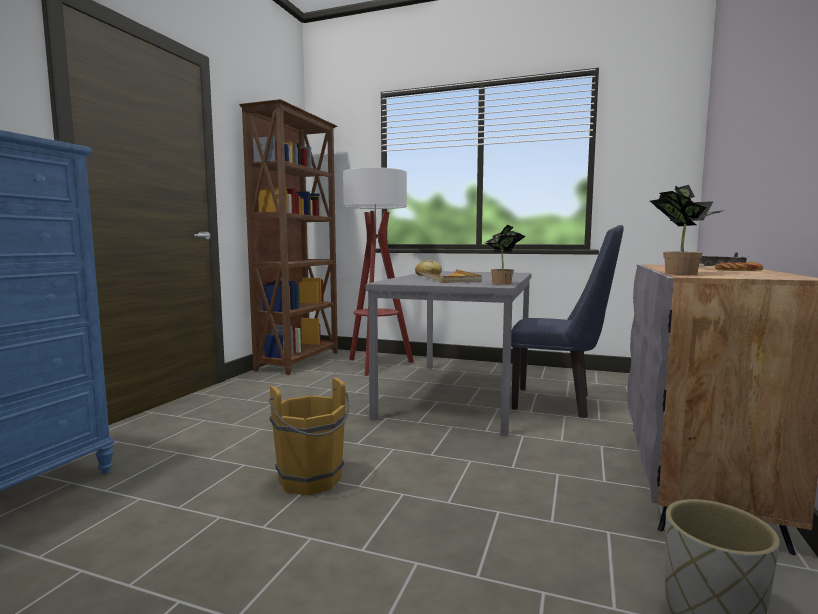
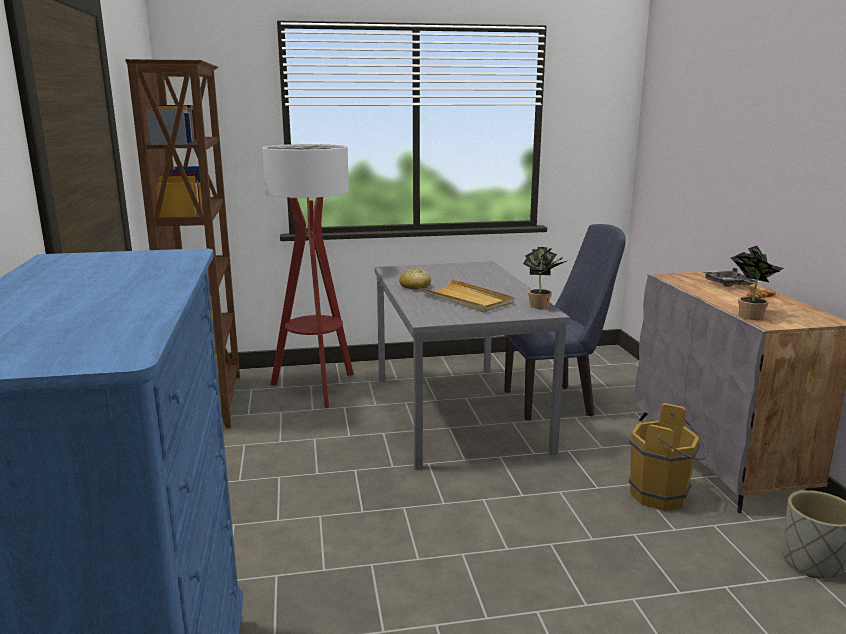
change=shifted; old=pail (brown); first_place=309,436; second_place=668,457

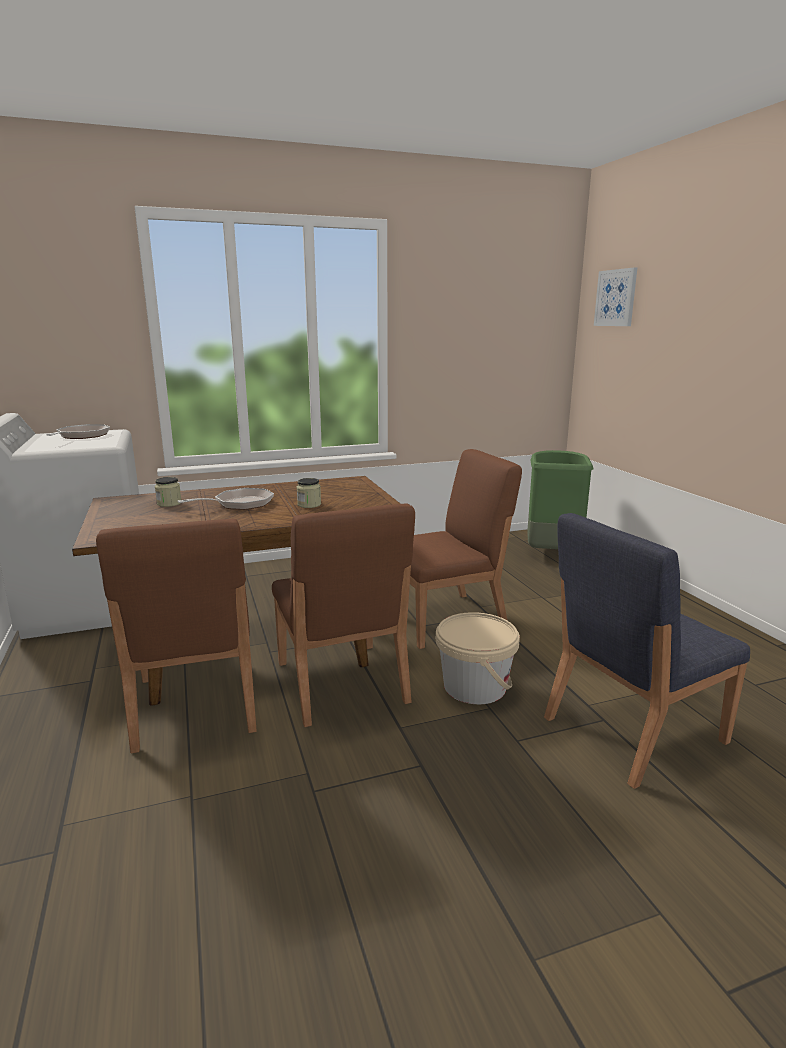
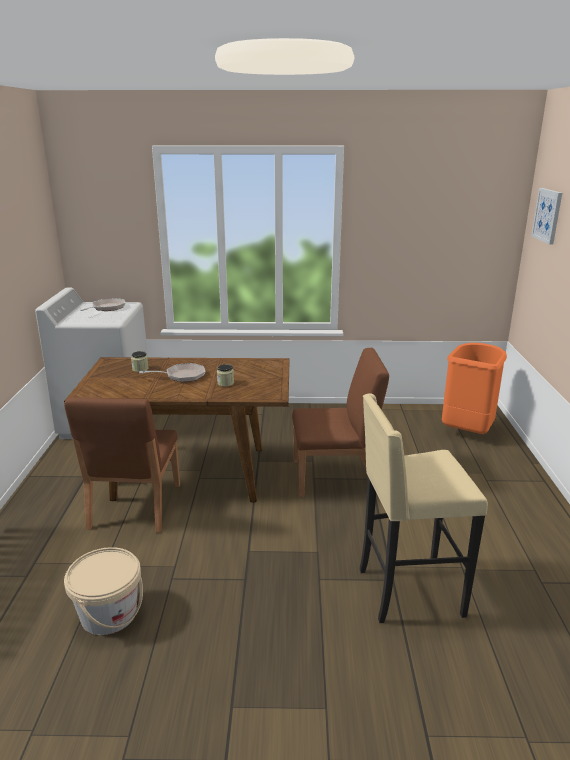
change=shifted; old=pail (beige); first_place=478,658; second_place=103,591
change=swapped; old=upright chair (blue); new=stool seat (beige); first_place=647,651; second_place=424,508
change=repainted; old=waste bin (green-coloured); new=waste bin (orange-coloured); first_place=560,499; second_place=474,388
change=gone; old=upright chair (brown); first_place=343,615

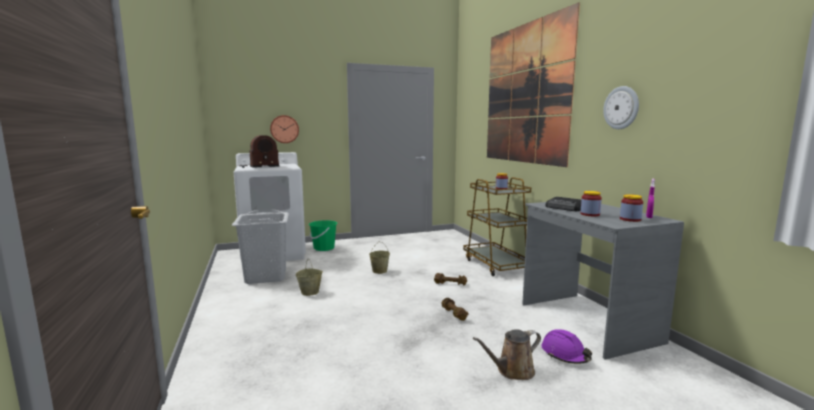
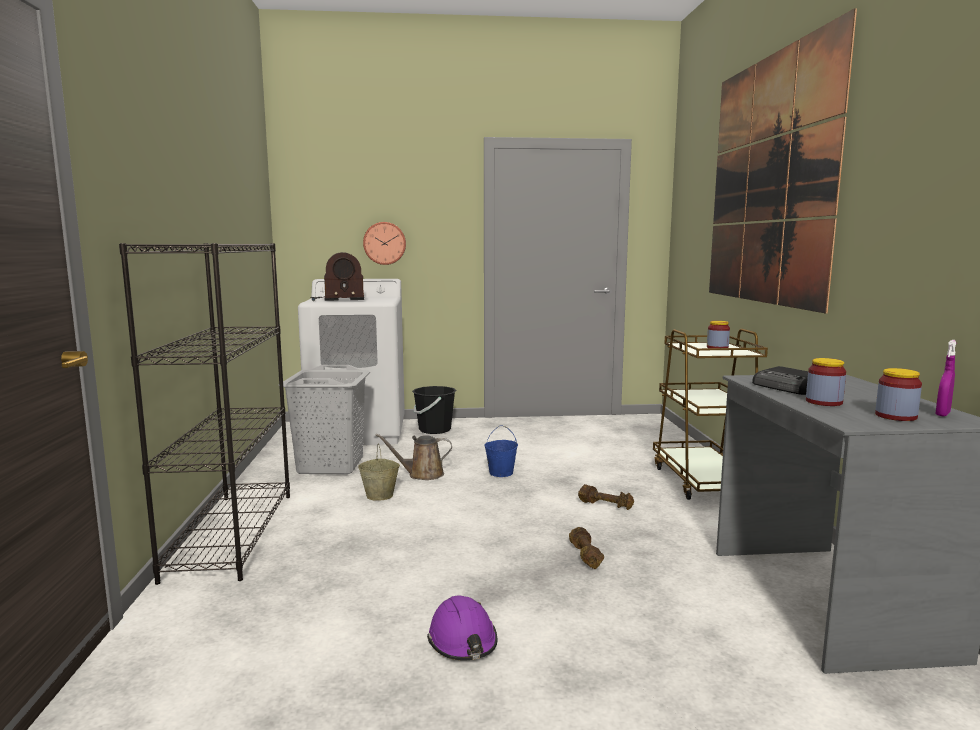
change=new; new=bookshelf (black); second_place=204,414
change=shifted; old=watering can (brown); first_place=507,354; second_place=413,457
change=repainted; old=pail (green-coloured); new=pail (black); first_place=323,235; second_place=434,410
change=shifted; old=hard hat (purplish); first_place=566,346; second_place=462,627
change=repainted; old=pail (beige); new=pail (blue); first_place=379,258; second_place=501,451
change=gone; old=wall clock; first_place=621,107

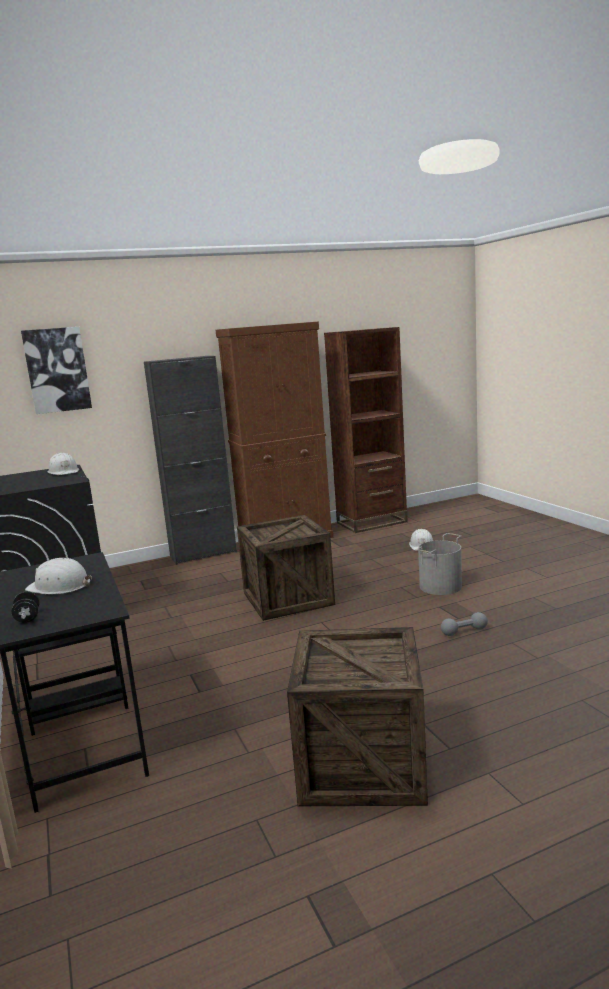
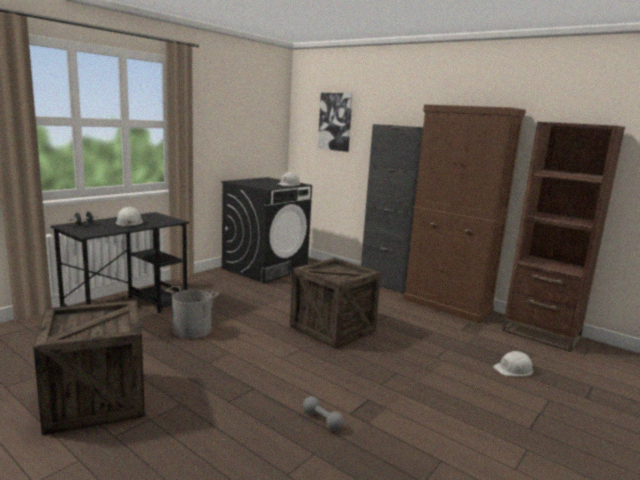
change=shifted; old=pail (gray); first_place=439,564; second_place=192,312

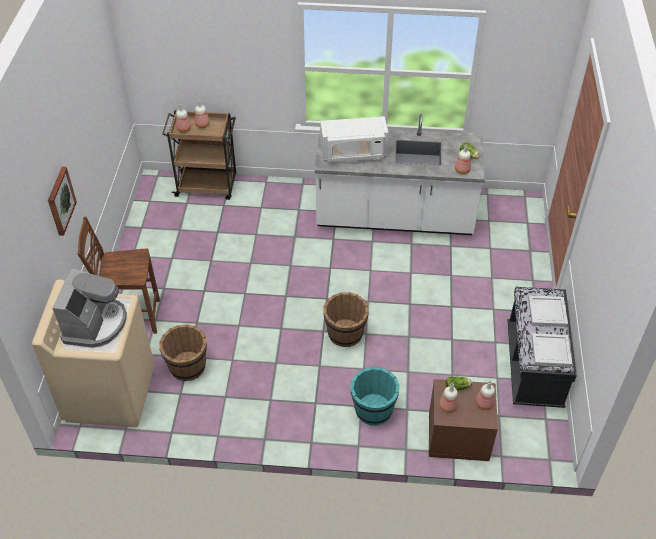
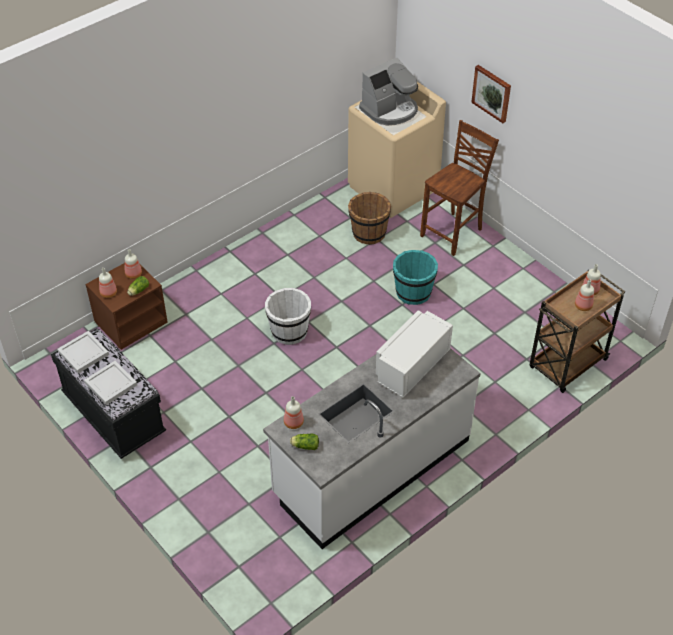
change=repainted; old=pail (brown); new=pail (white); first_place=346,319; second_place=288,316
change=rotated; old=coffee maker; first_place=90,308; second_place=388,91; degrees=-90
change=shifted; old=pail (turquoise-coloured); first_place=374,396; second_place=415,277

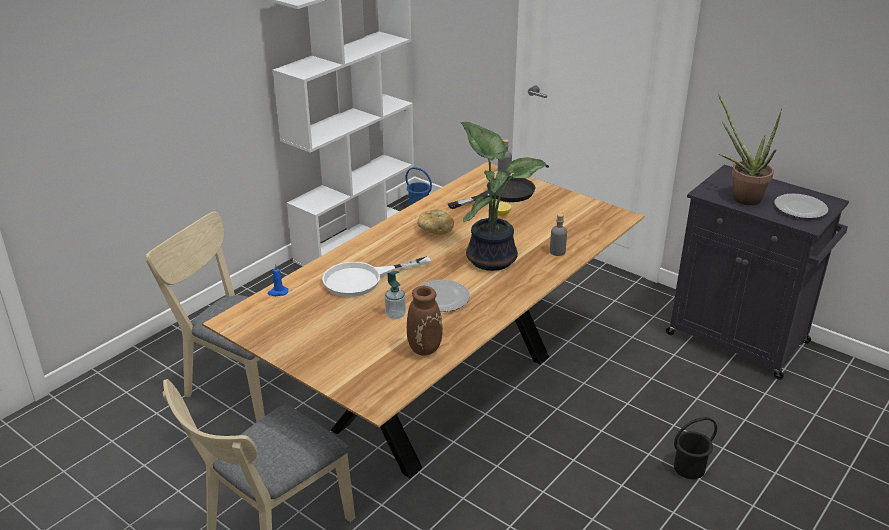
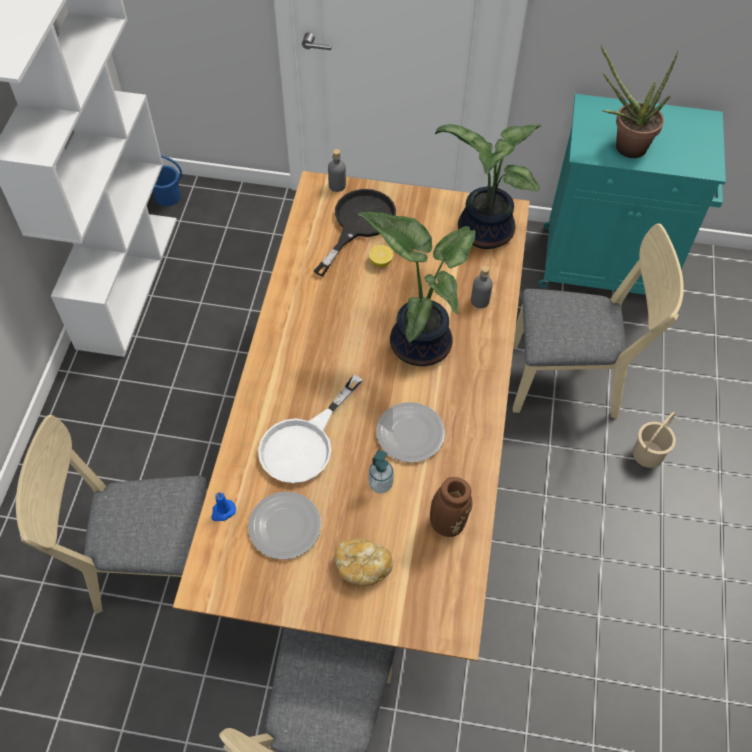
change=shifted; old=dinner plate; first_place=801,206; second_place=284,525
change=shifted; old=bakery bread; first_place=435,222; second_place=364,562
change=new; new=plant in a pot; second_place=488,186
change=new; new=upright chair (beige); second_place=598,321
change=repainted; old=cabinet (black); new=cabinet (turquoise-coloured); first_place=757,272; second_place=632,194
change=repainted; old=pail (black); new=pail (beige); first_place=695,448; second_place=654,440

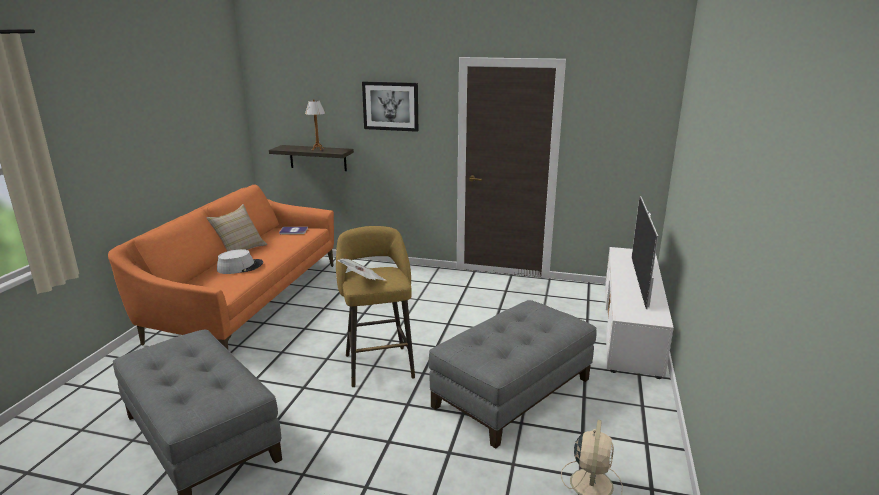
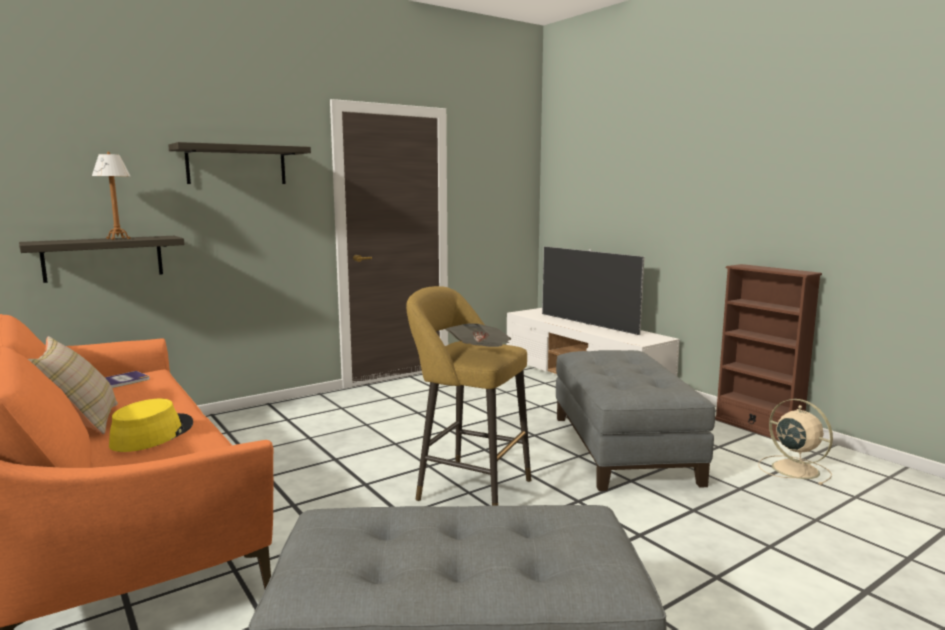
change=repainted; old=hat (gray); new=hat (yellow); first_place=240,261; second_place=151,425
change=swapped; old=wall art; new=shelf; first_place=390,107; second_place=239,163
change=new; new=bookshelf (brown); second_place=768,352

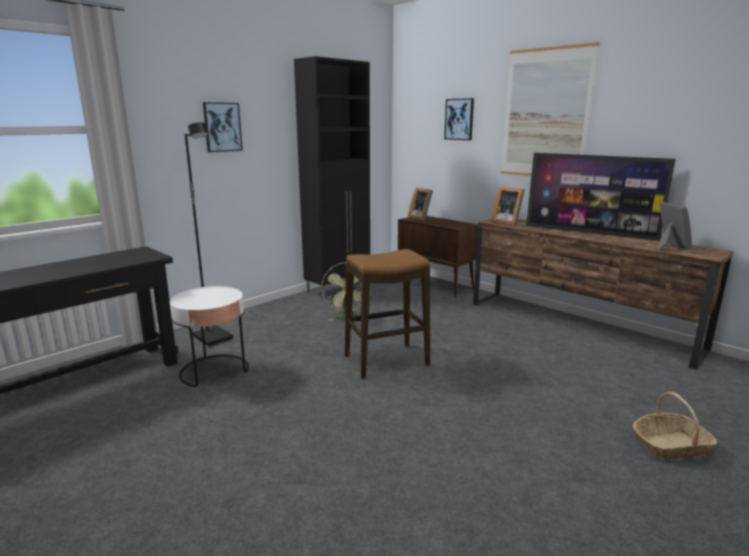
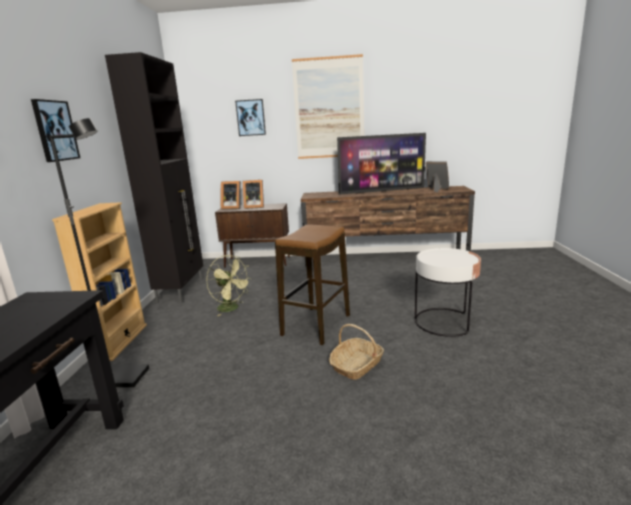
change=new; new=bookshelf (beige); second_place=99,281
change=shifted; old=photo frame; first_place=507,206; second_place=253,194
change=shifted; old=storage basket; first_place=675,425; second_place=356,352
change=shifted; old=end table (white); first_place=209,336; second_place=448,292

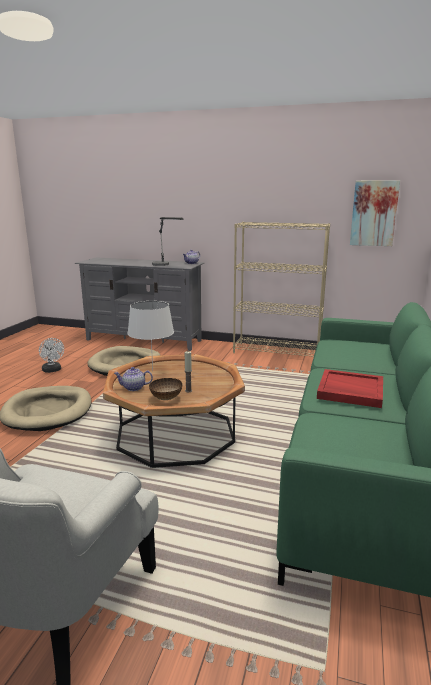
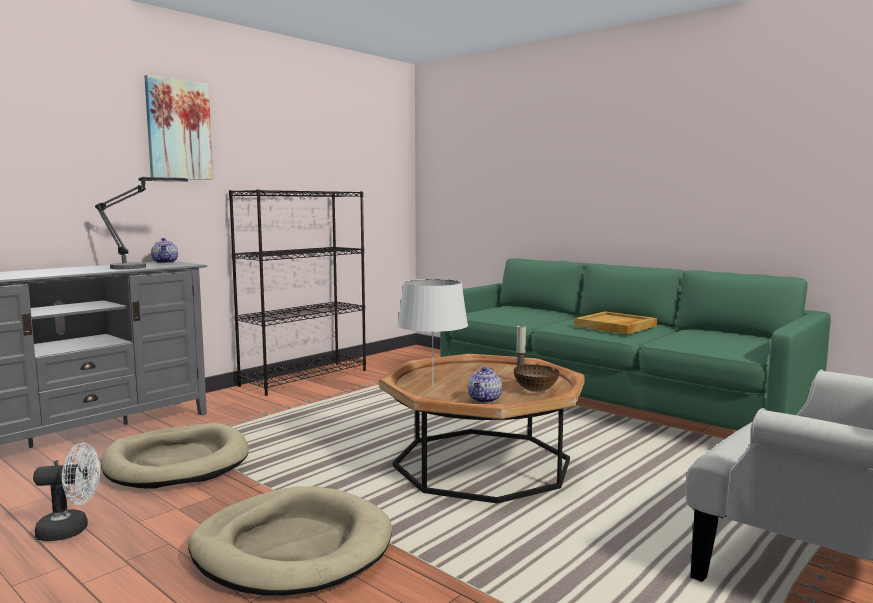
change=shifted; old=wall art; first_place=375,213; second_place=178,127
change=repainted; old=bookshelf (beige); new=bookshelf (black); first_place=281,289; second_place=297,292
change=repainted; old=serving tray (red-coloured); new=serving tray (beige); first_place=350,388; second_place=615,322

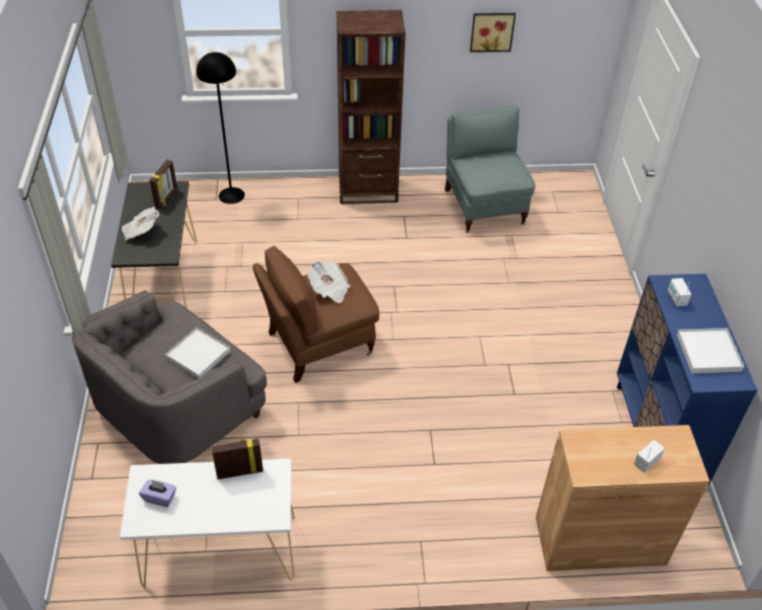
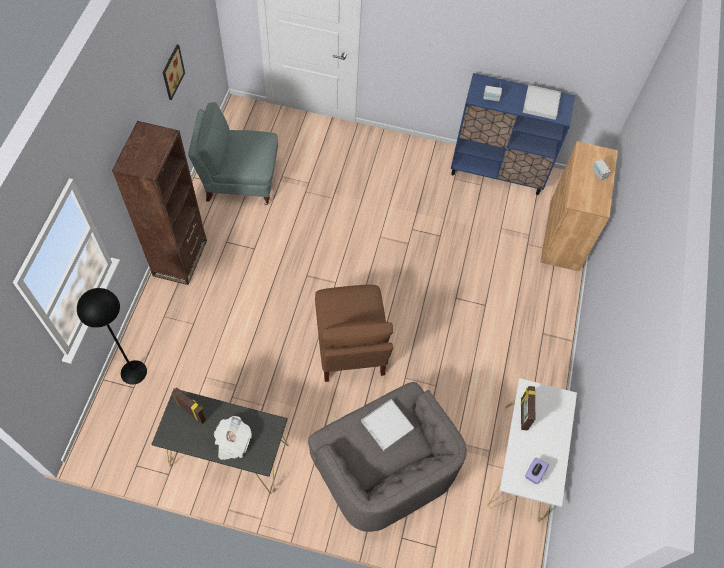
change=gone; old=newspaper; first_place=329,281

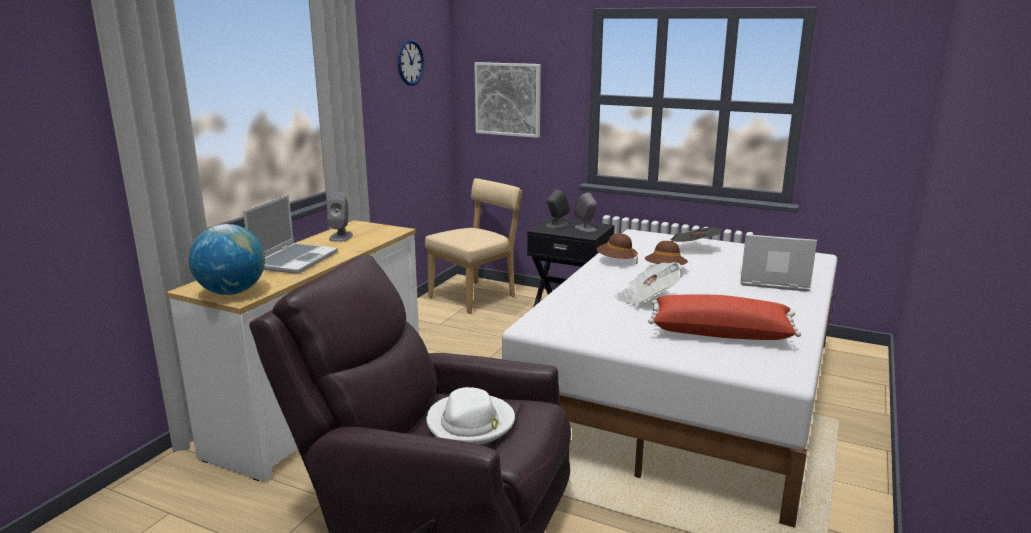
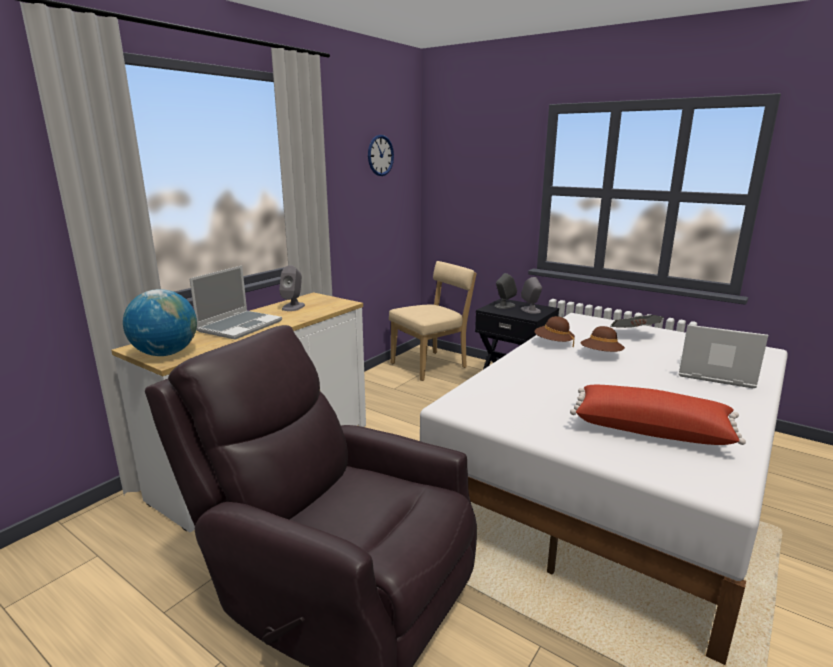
change=gone; old=hat (white); first_place=470,415
change=gone; old=wall art; first_place=507,100
change=gone; old=newspaper; first_place=648,284

